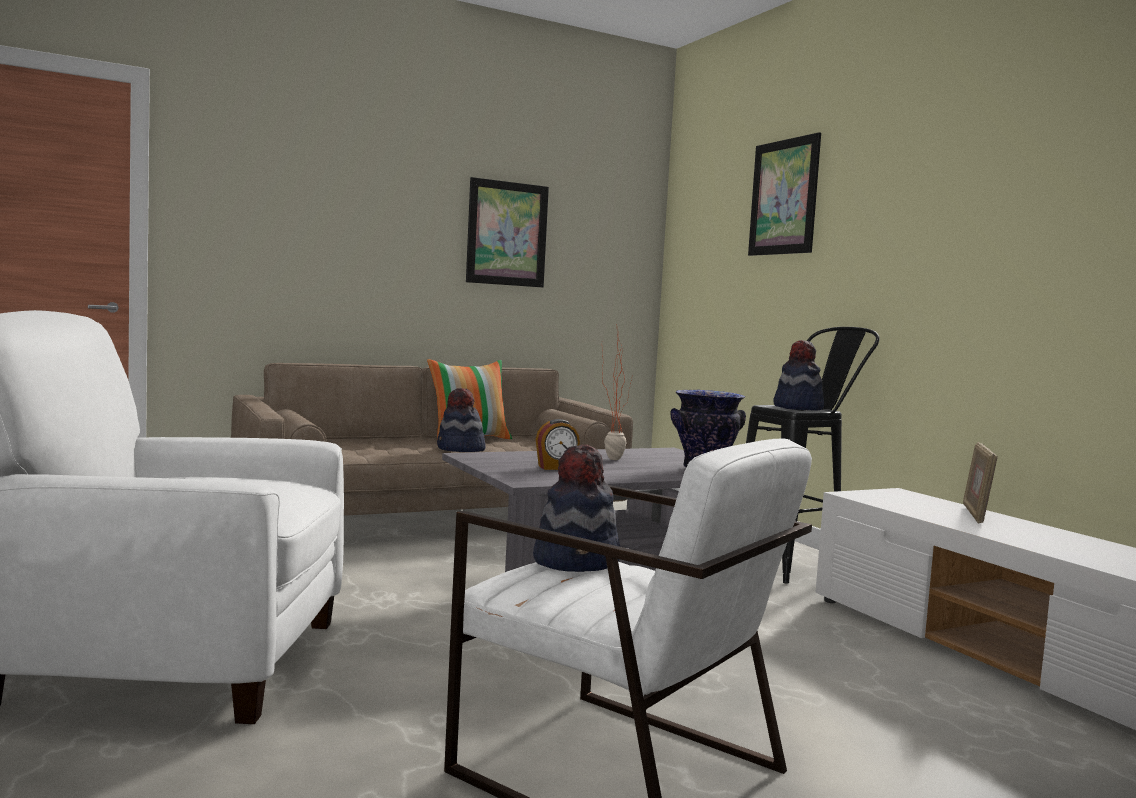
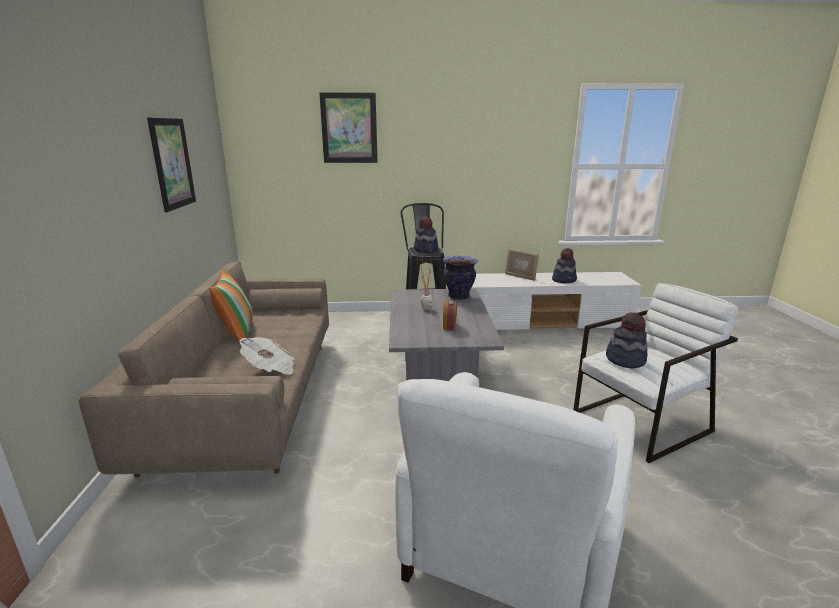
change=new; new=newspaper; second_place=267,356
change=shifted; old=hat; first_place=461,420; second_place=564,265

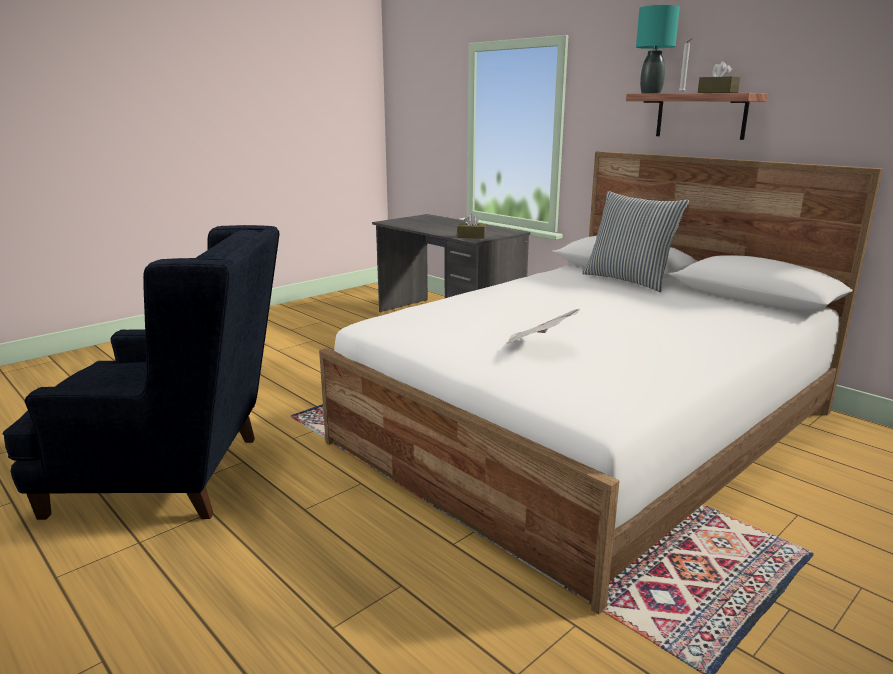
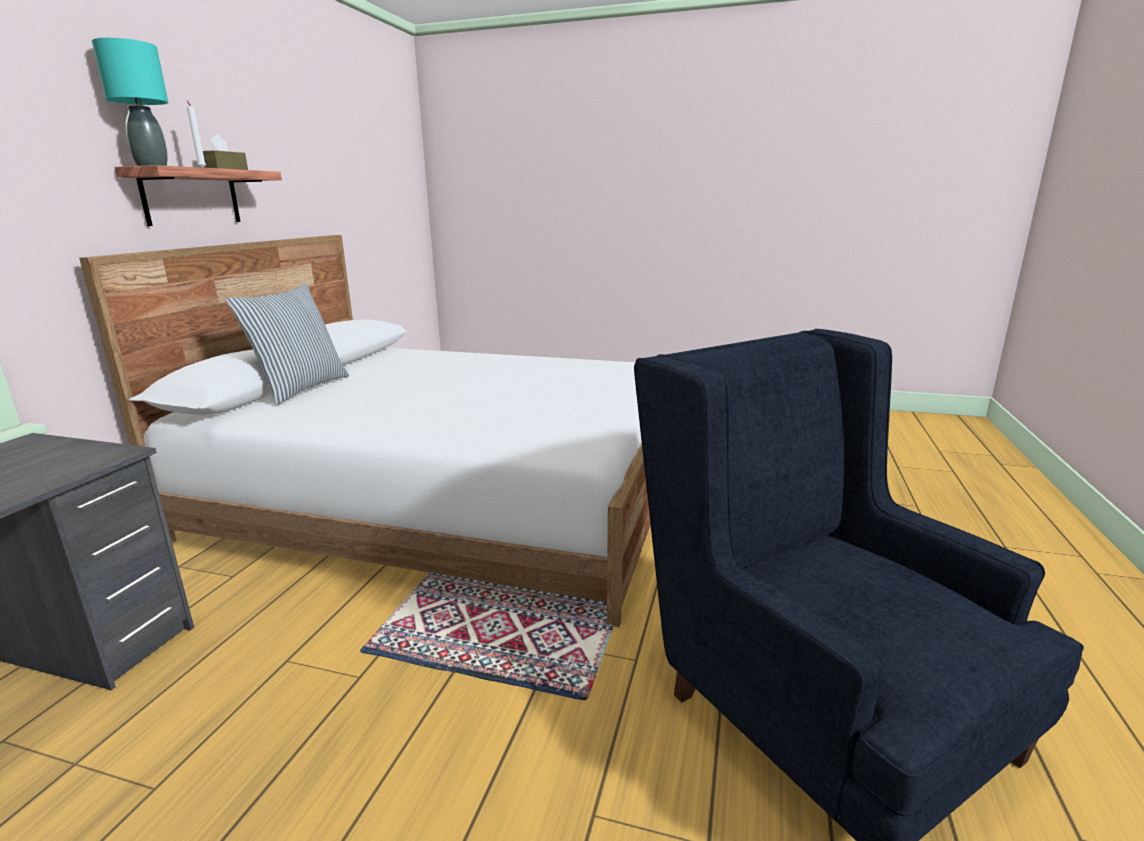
change=gone; old=tissue holder (brown); first_place=471,226
change=gone; old=newspaper; first_place=543,326

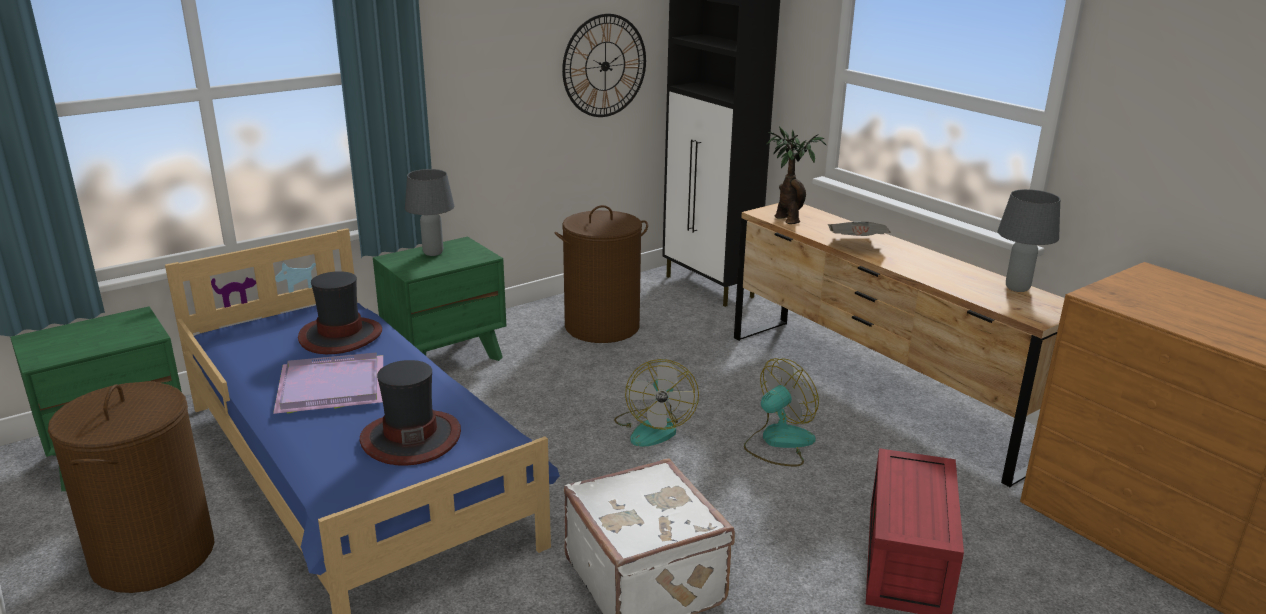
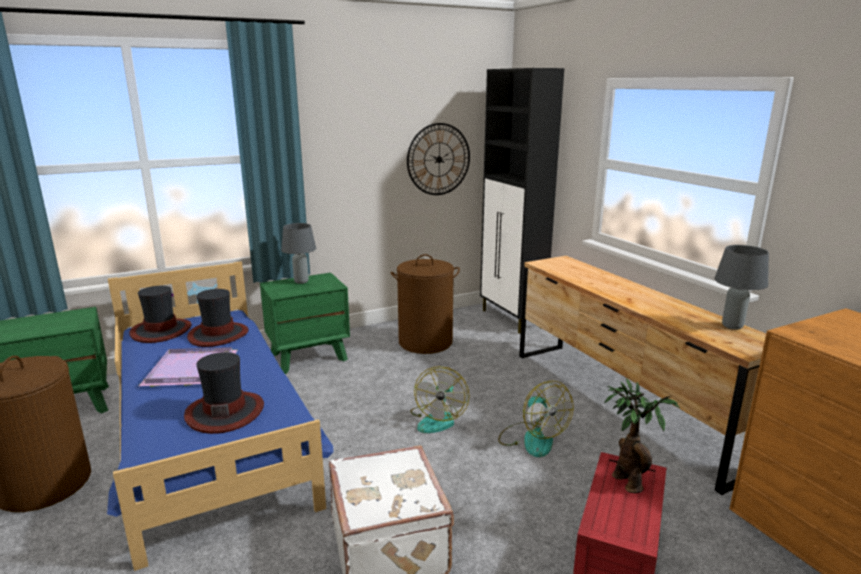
change=new; new=hat; second_place=160,314
change=rotated; old=fan; first_place=781,412; second_place=535,419; degrees=90
change=shifted; old=plant in a pot; first_place=796,175; second_place=642,435
change=gone; old=newspaper; first_place=859,229

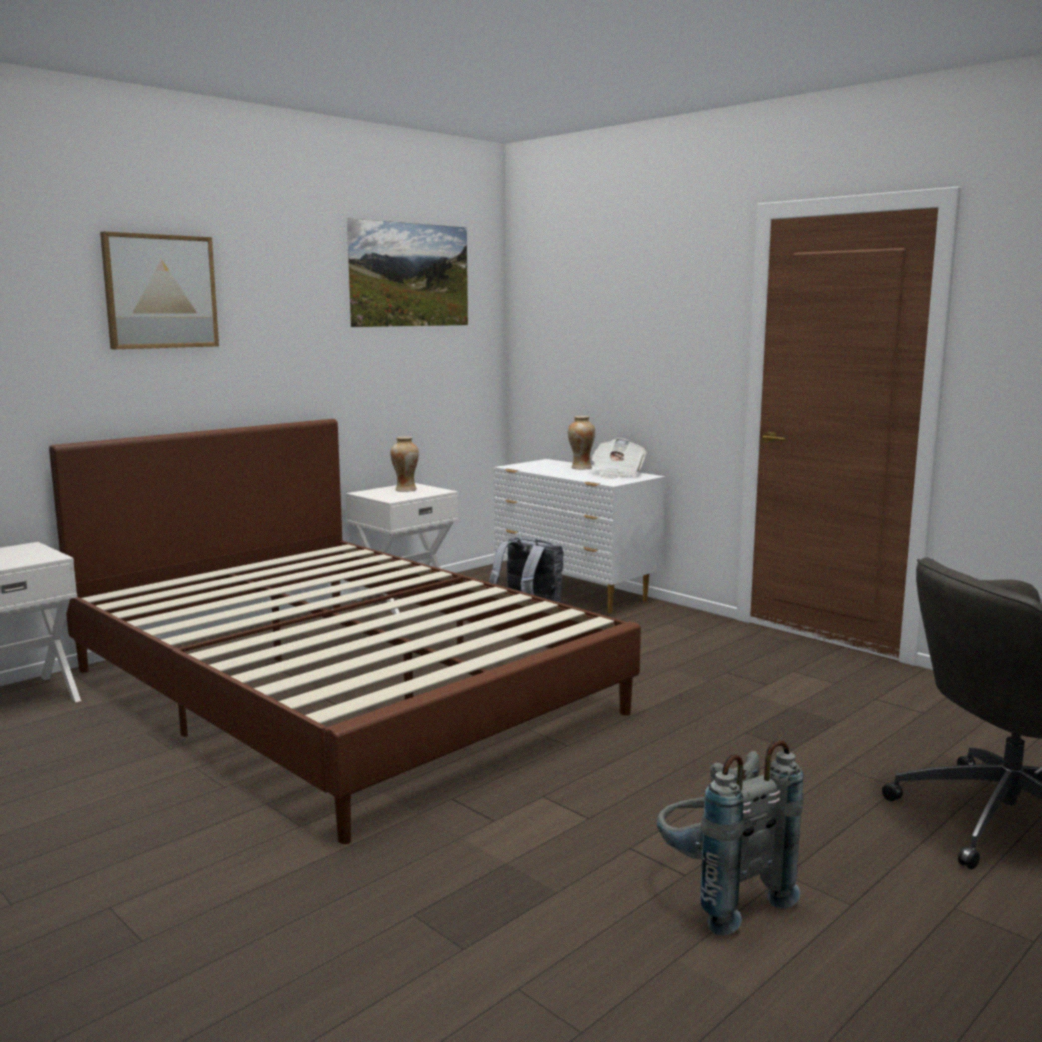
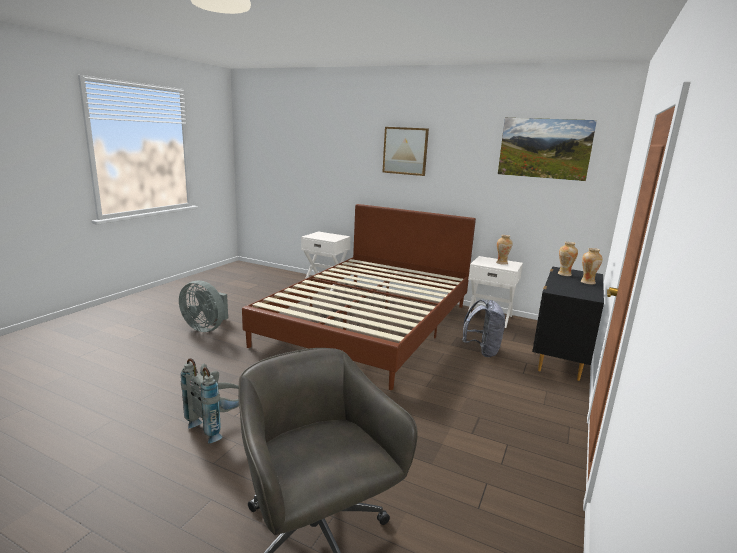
change=new; new=fan (gray); second_place=203,306
change=repainted; old=chest of drawers (white); new=chest of drawers (black); first_place=580,536; second_place=568,323
change=new; new=decorative vase; second_place=568,259
change=gone; old=newspaper; first_place=619,458

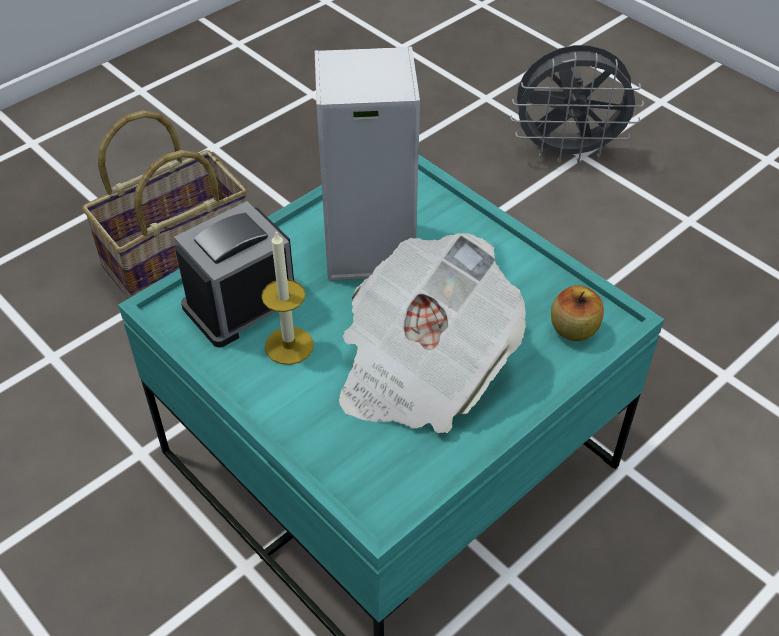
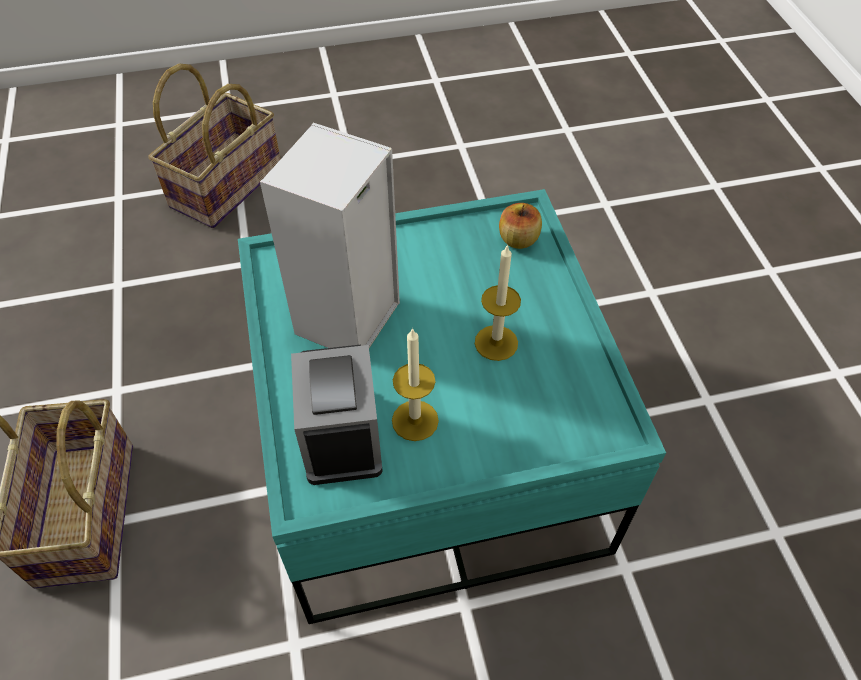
change=swapped; old=fan (gray); new=storage basket; first_place=577,104; second_place=214,146
change=swapped; old=newspaper; new=wax light; first_place=432,333; second_place=498,302

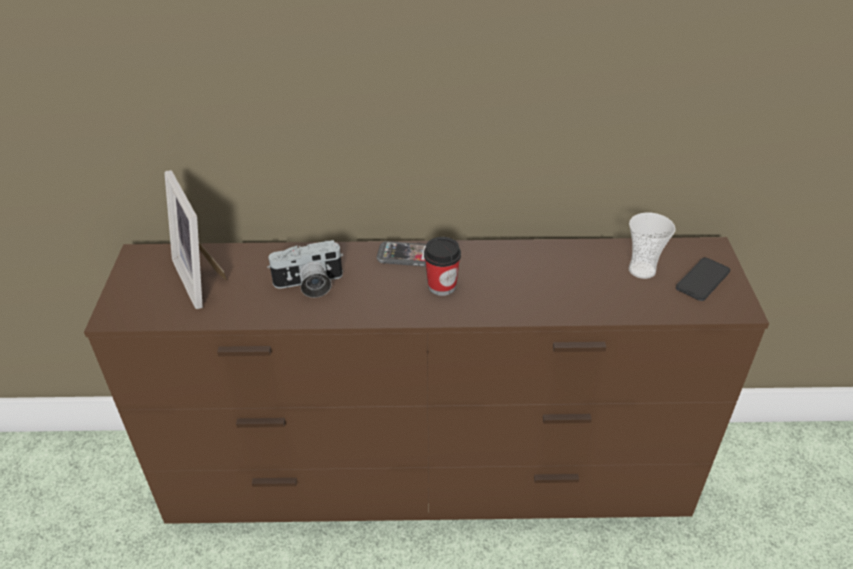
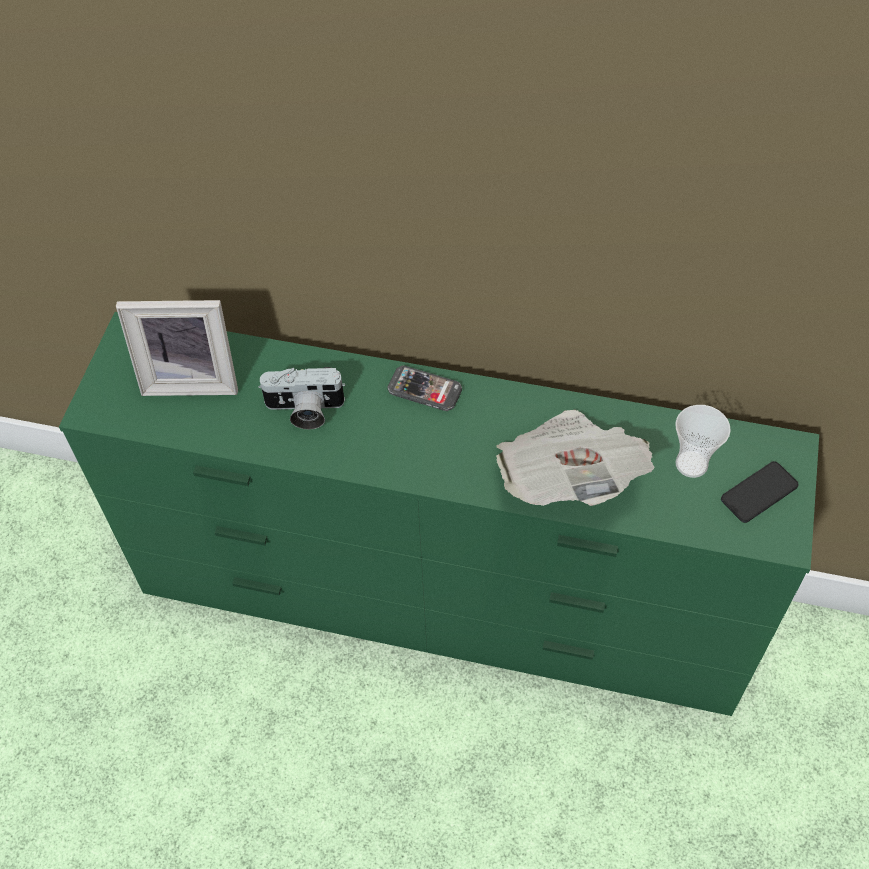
change=repainted; old=chest of drawers (brown); new=chest of drawers (green-coloured); first_place=426,380; second_place=439,514
change=rotated; old=photo frame; first_place=195,239; second_place=177,348; degrees=-75
change=new; new=newspaper; second_place=575,458
change=gone; old=small cup; first_place=442,266

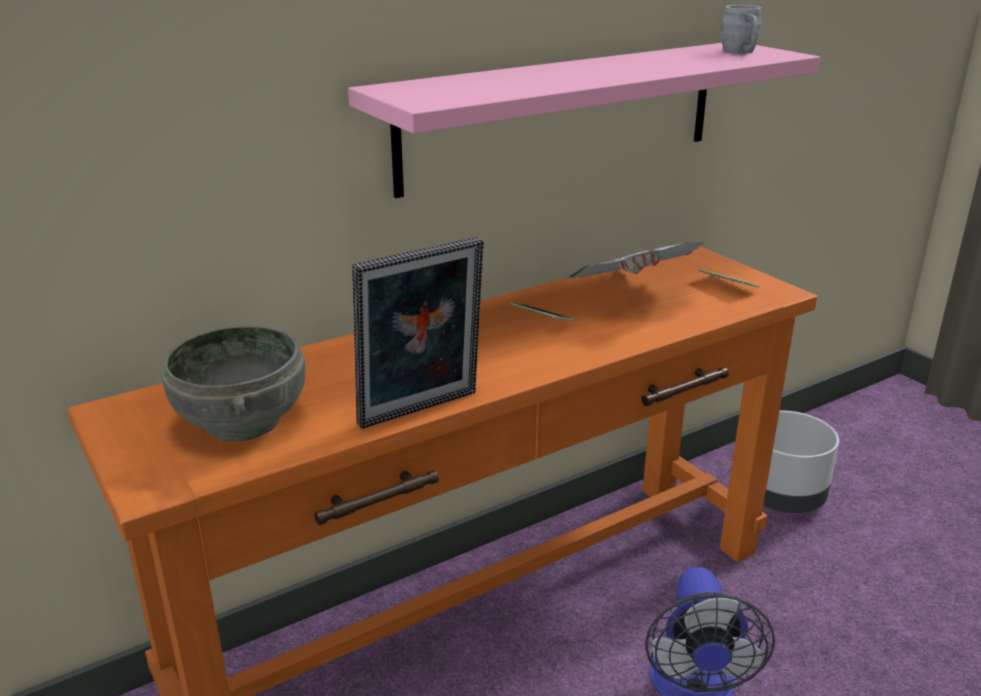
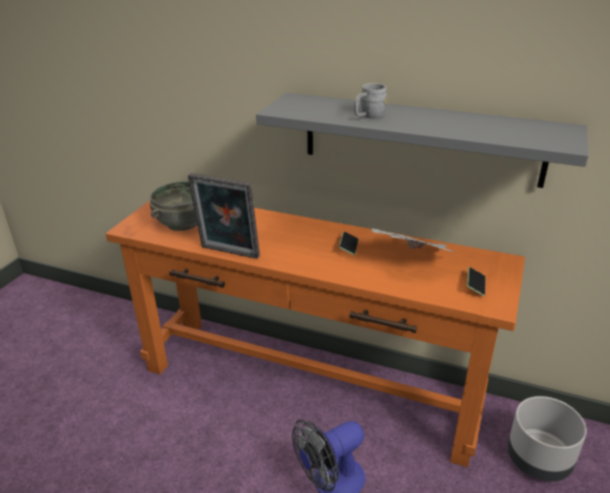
change=repainted; old=shelf (pink-coloured); new=shelf (gray); first_place=584,120; second_place=422,140
change=shifted; old=mug (gray); first_place=741,29; second_place=370,101

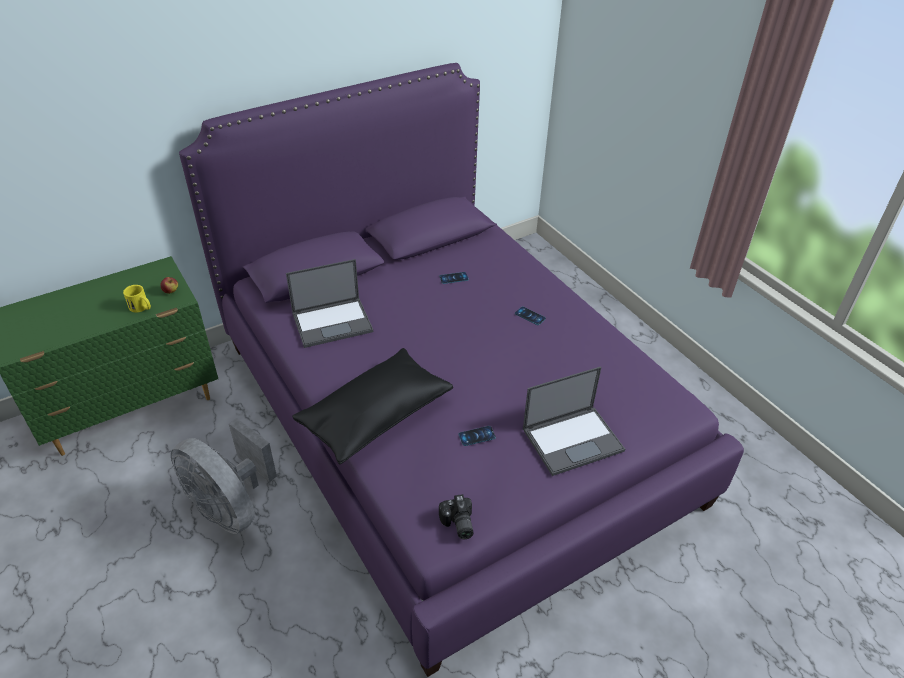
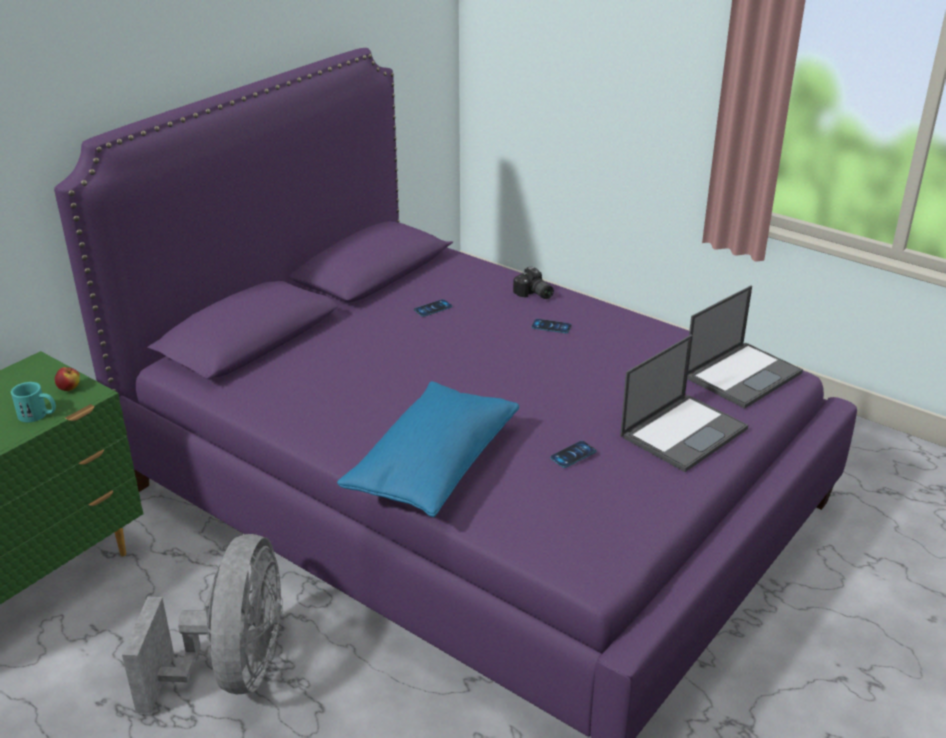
change=repainted; old=mug (yellow); new=mug (turquoise-coloured); first_place=137,298; second_place=33,402
change=rotated; old=fan (gray); first_place=224,476; second_place=202,624; degrees=-105
change=repainted; old=cushion (black); new=cushion (blue); first_place=372,406; second_place=428,449
change=shifted; old=still camera; first_place=456,516; second_place=533,282
change=shifted; old=notebook computer; first_place=329,303; second_place=745,347

